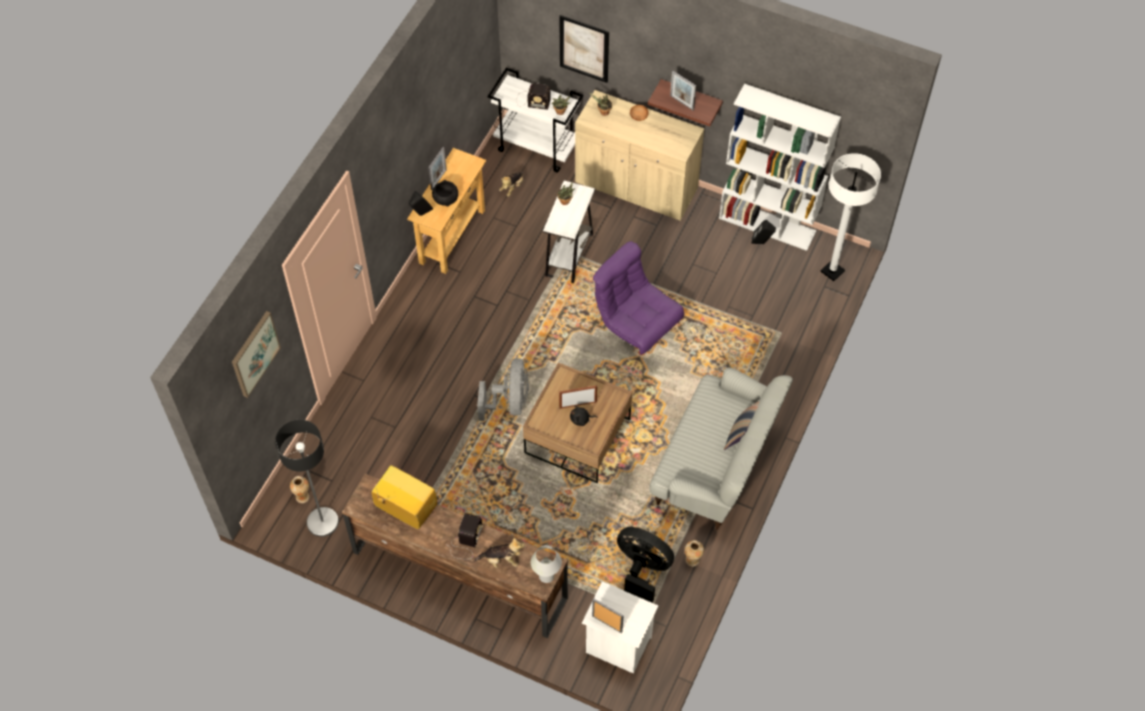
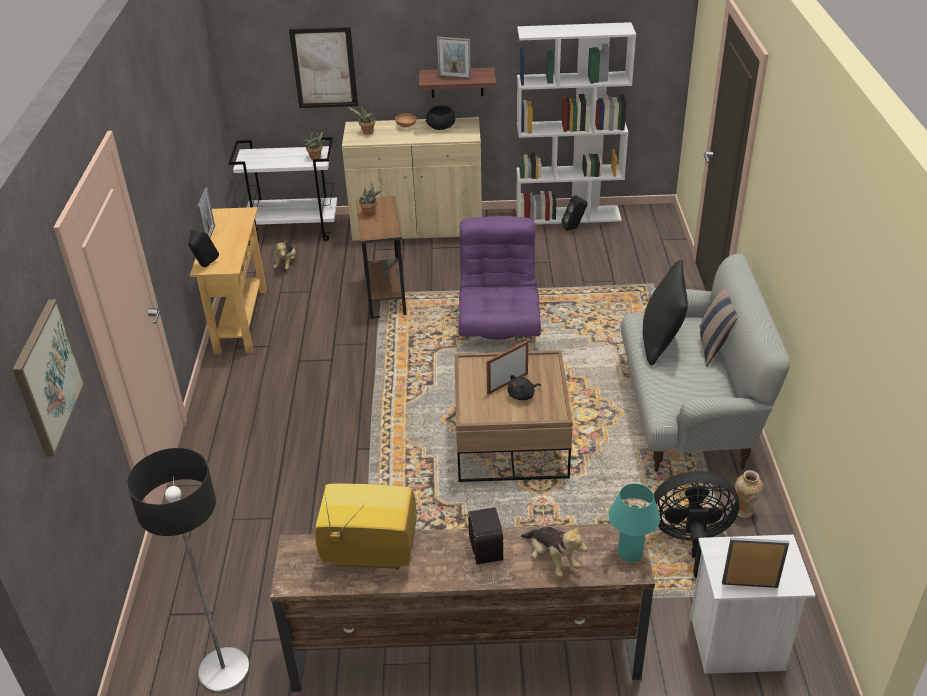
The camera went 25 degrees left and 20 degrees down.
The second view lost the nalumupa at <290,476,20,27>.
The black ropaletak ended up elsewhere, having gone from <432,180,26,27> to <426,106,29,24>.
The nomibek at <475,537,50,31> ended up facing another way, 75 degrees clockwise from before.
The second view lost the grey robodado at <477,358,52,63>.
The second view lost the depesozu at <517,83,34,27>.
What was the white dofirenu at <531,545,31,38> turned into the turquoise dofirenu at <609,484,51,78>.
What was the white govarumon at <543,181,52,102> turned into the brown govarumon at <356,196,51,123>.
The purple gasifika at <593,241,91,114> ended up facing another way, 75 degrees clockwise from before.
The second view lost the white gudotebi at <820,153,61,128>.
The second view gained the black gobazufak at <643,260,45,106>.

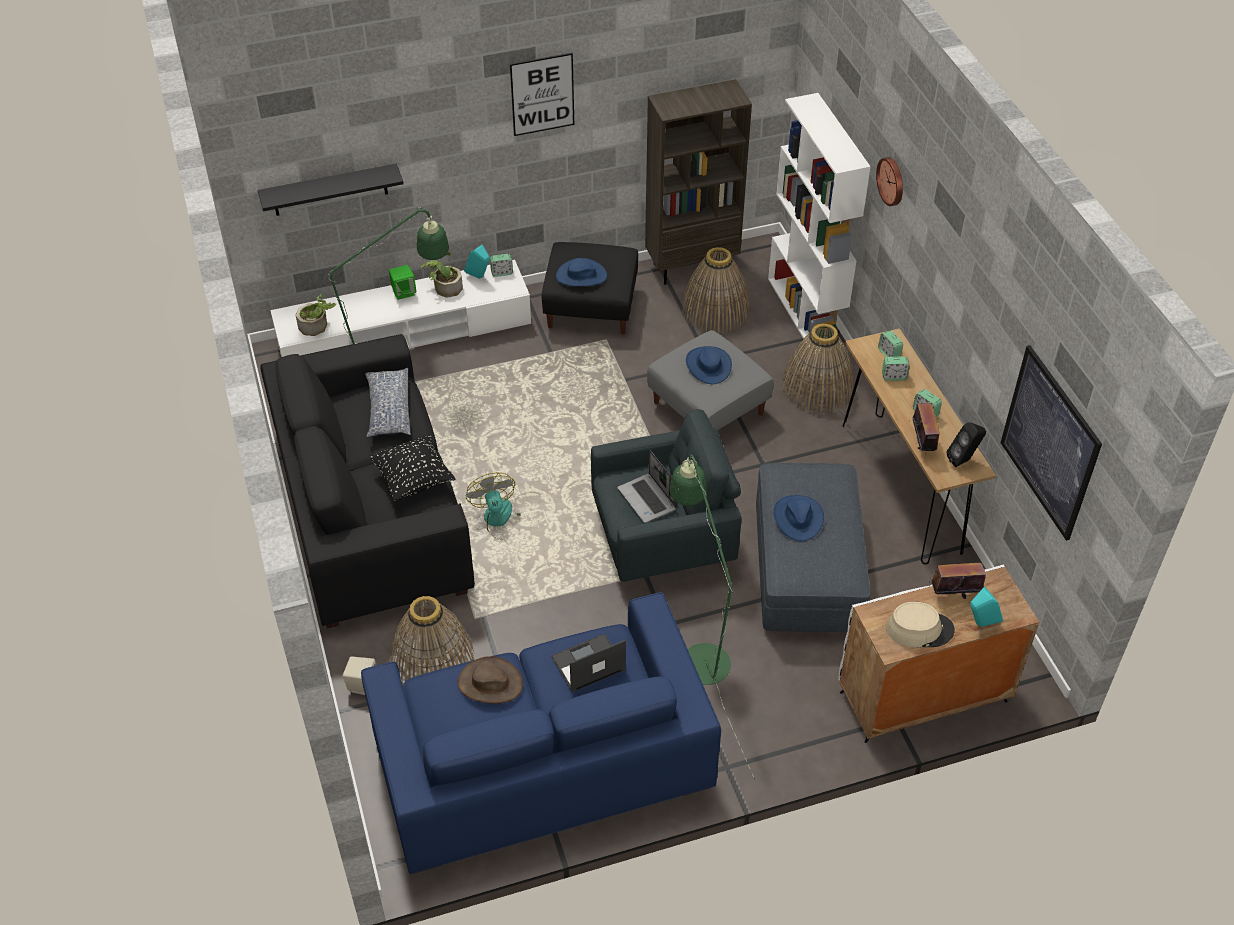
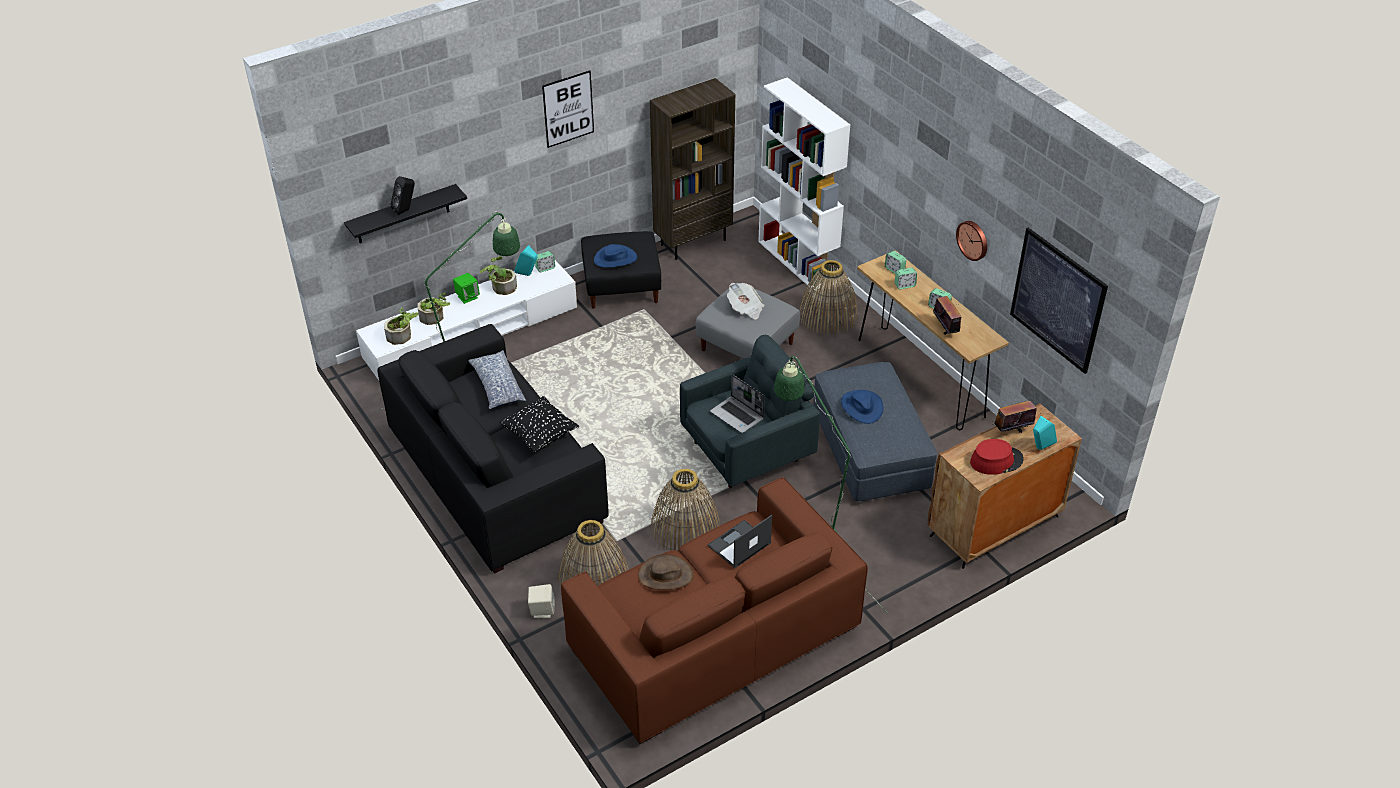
The camera went 15 degrees left and 5 degrees down.
What was the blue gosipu at <361,592,360,282> turned into the brown gosipu at <561,477,307,267>.
The second view lost the robodado at <466,473,55,67>.
The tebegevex ended up elsewhere, having gone from <682,247,67,87> to <651,469,69,82>.
Where the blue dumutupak stood at <686,346,46,38>, the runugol came to stand at <727,283,37,37>.
What was the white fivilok at <838,565,201,178> turned into the brown fivilok at <928,404,154,165>.
The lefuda ended up elsewhere, having gone from <876,157,27,49> to <956,221,31,40>.
What was the beige dumutupak at <886,601,69,47> turned into the red dumutupak at <970,439,54,36>.
The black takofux ended up elsewhere, having gone from <947,422,39,45> to <391,176,24,39>.
The second view gained the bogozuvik at <418,293,33,32>.

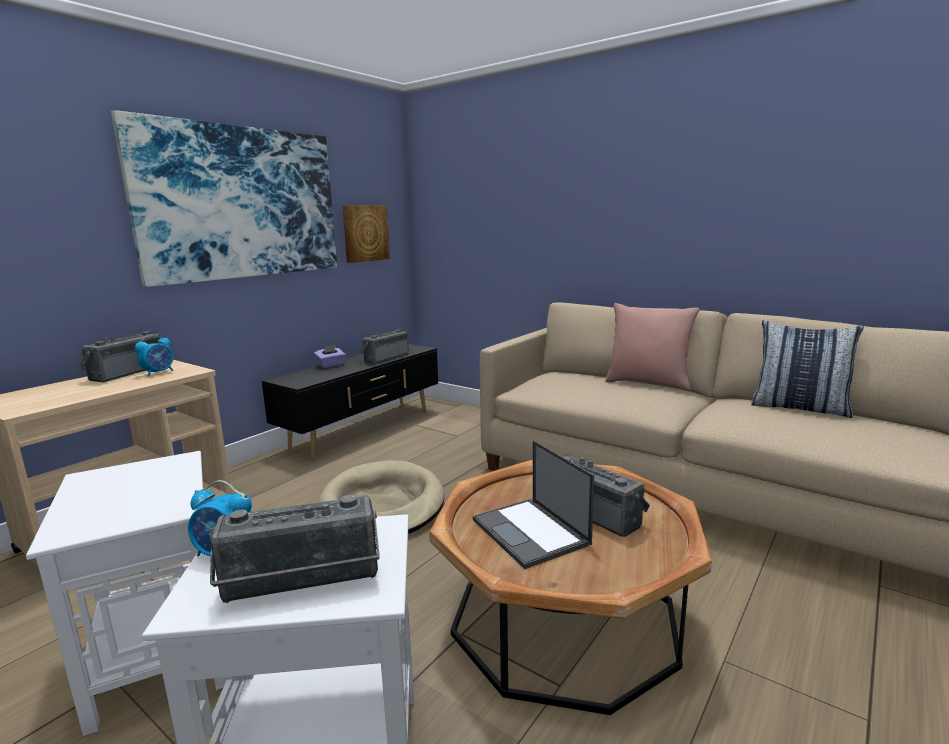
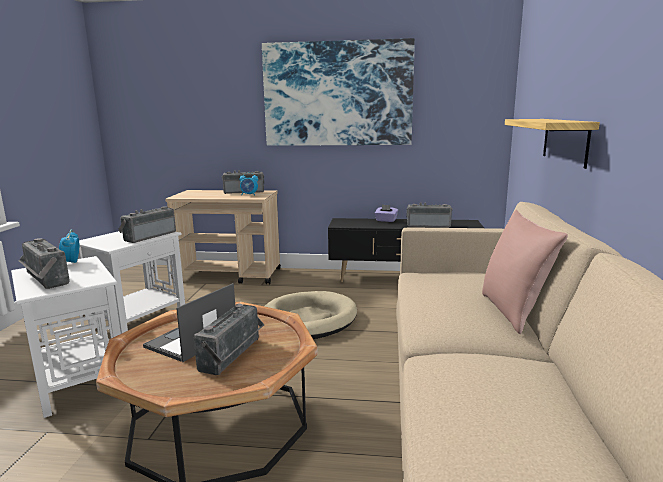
The camera went 60 degrees right and 0 degrees up.
The second view lost the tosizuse at <342,205,48,58>.
The second view lost the gobazufak at <751,320,113,98>.
The second view gained the depesozu at <118,207,58,36>.
The second view gained the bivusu at <505,119,95,50>.

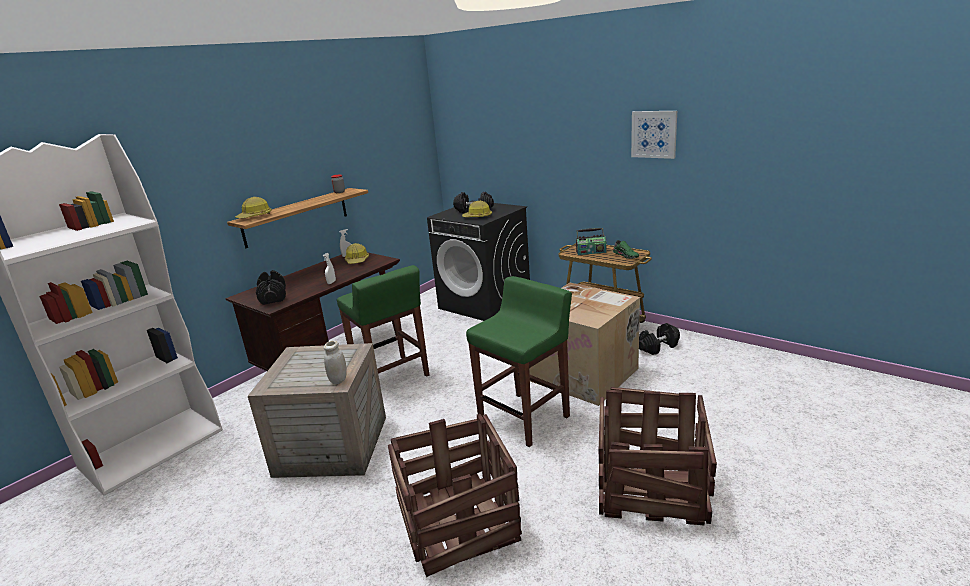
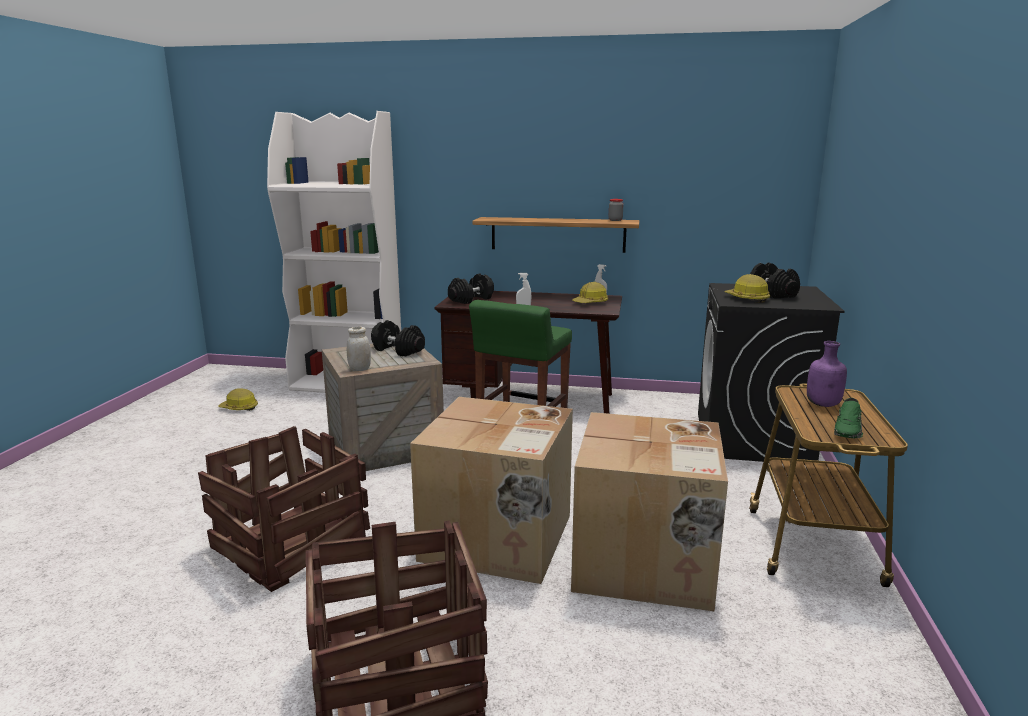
The camera went 60 degrees right and 5 degrees down.
The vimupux ended up elsewhere, having gone from <235,197,37,21> to <218,388,40,23>.
Where the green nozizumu stood at <466,276,106,171>, the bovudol came to stand at <410,397,163,187>.
Where the depesozu stood at <576,228,31,27>, the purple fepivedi came to stand at <807,341,40,66>.
The second view lost the tosizuse at <631,111,46,48>.
The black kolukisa ended up elsewhere, having gone from <639,323,41,32> to <371,320,54,37>.

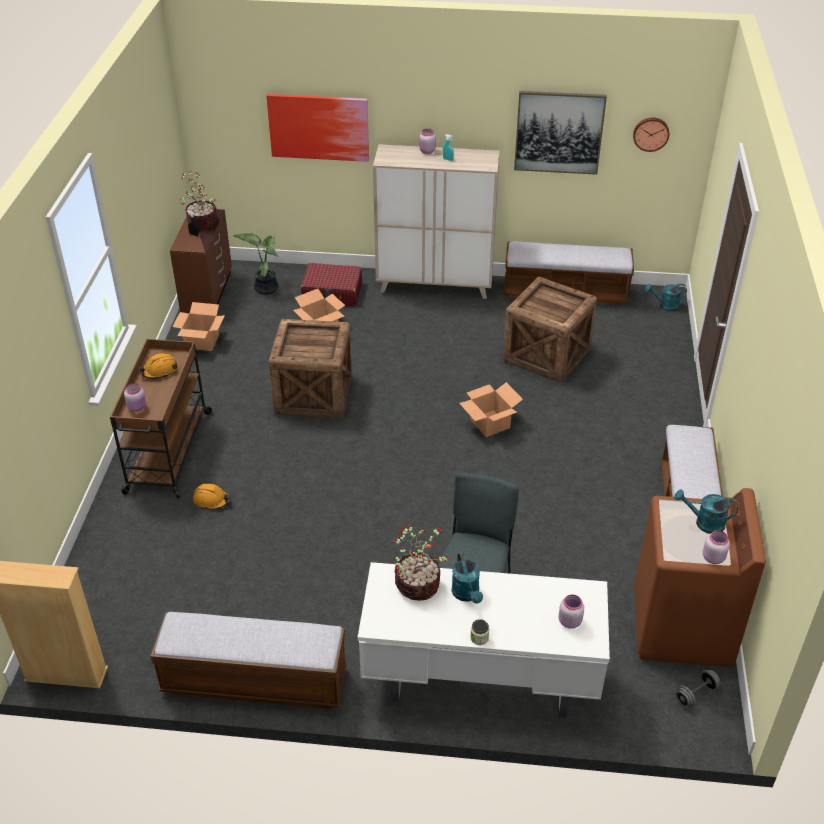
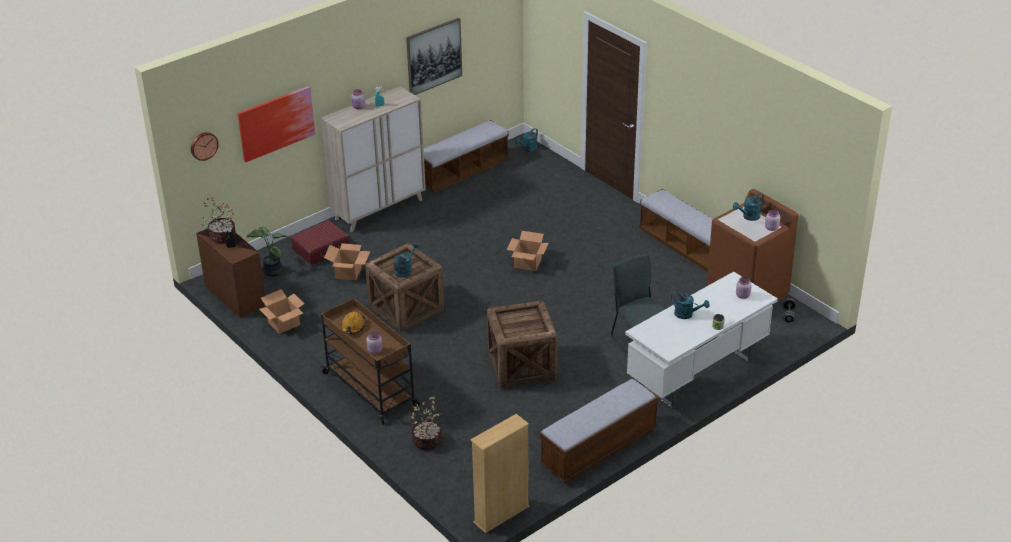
The camera went 45 degrees left and 5 degrees down.
The second view lost the orange vimupux at <193,483,37,27>.
The bogozuvik ended up elsewhere, having gone from <393,525,57,76> to <410,395,32,55>.
The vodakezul ended up elsewhere, having gone from <503,277,94,106> to <487,301,70,87>.
The lefuda ended up elsewhere, having gone from <633,118,36,34> to <191,132,28,29>.
The second view gained the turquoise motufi at <394,243,25,35>.

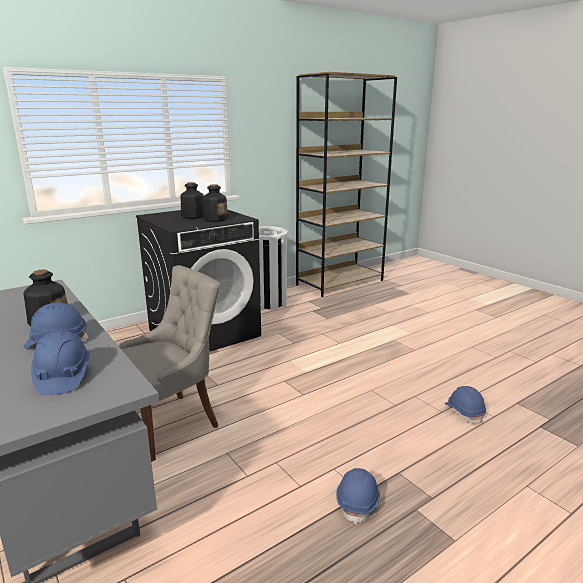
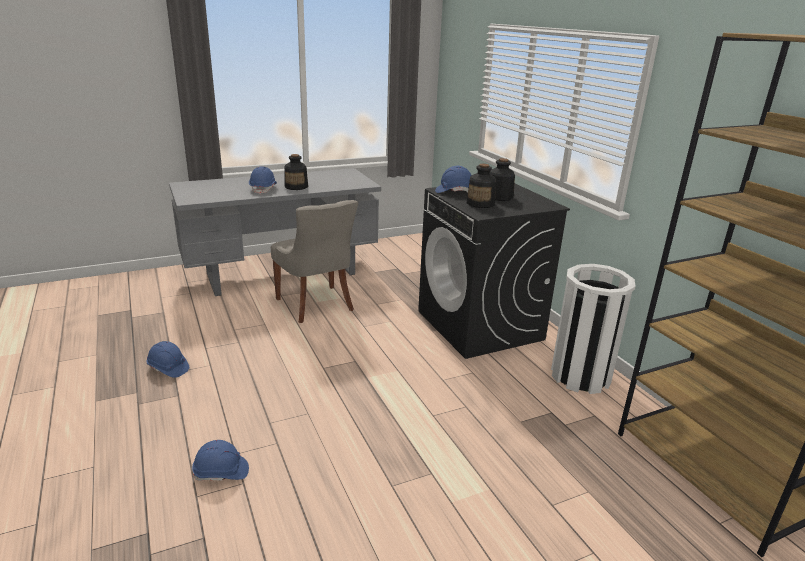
The camera went 100 degrees right and 5 degrees up.
The blue vimupux ended up elsewhere, having gone from <31,331,59,64> to <435,166,36,27>.

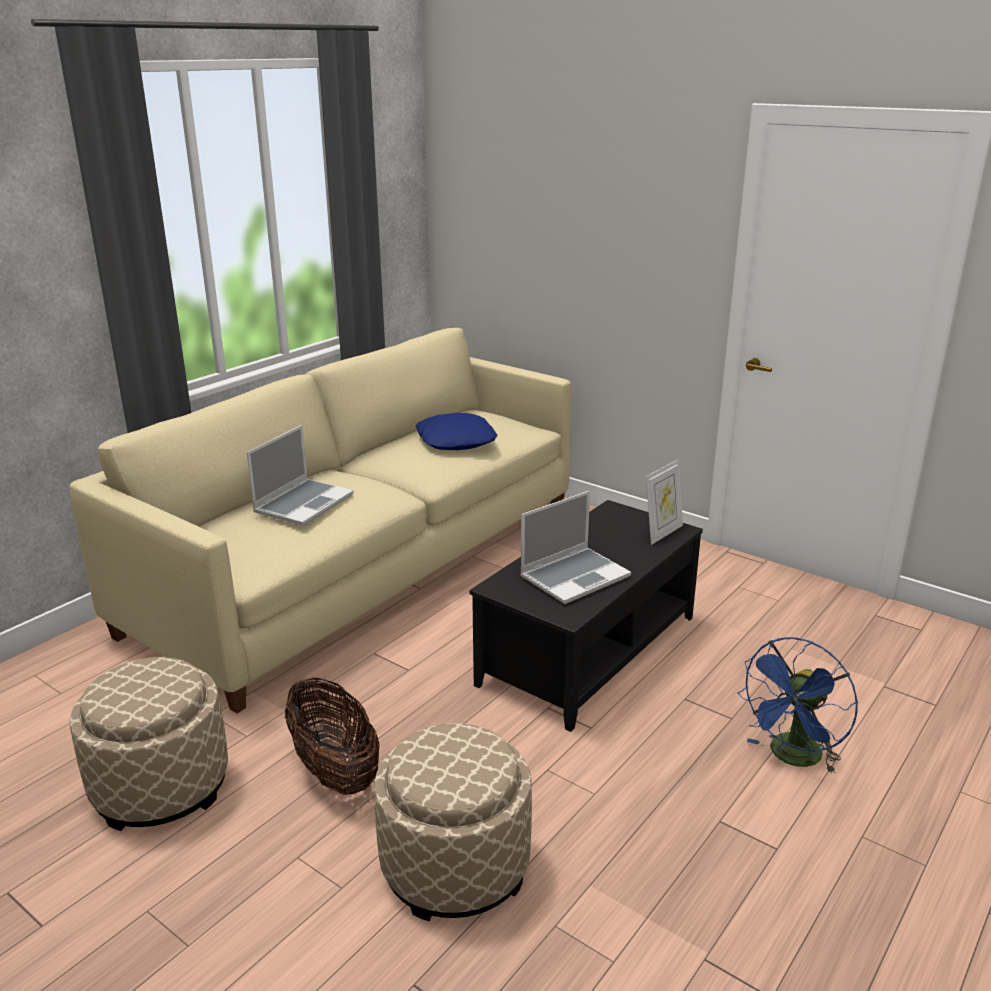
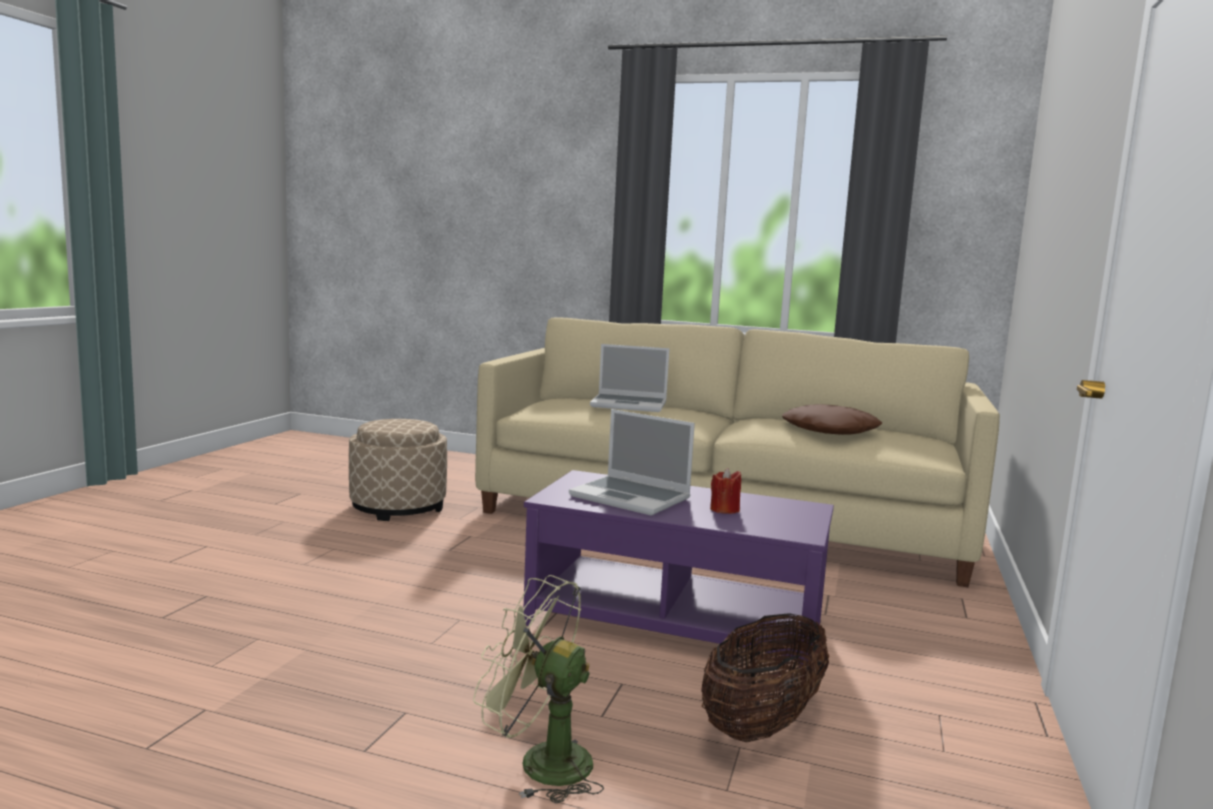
The camera went 70 degrees right and 15 degrees down.
The tebegevex ended up elsewhere, having gone from <285,677,94,118> to <701,613,128,129>.
The second view lost the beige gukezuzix at <374,723,158,198>.
What was the blue gobazufak at <415,413,82,37> turned into the brown gobazufak at <782,404,100,31>.
What was the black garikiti at <470,500,233,232> turned into the purple garikiti at <523,470,311,198>.
The second view lost the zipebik at <646,459,37,86>.
What was the blue robodado at <737,637,121,137> turned into the green robodado at <473,575,131,228>.
The second view gained the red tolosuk at <710,468,31,46>.

